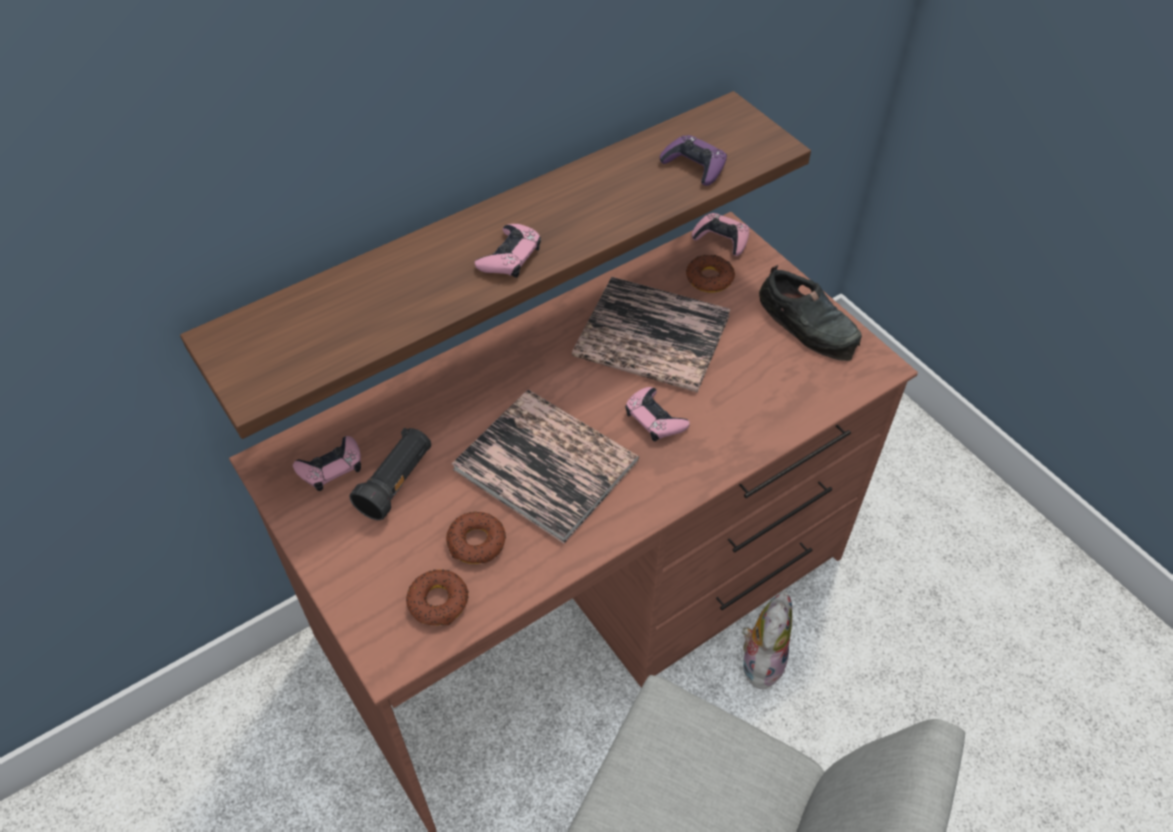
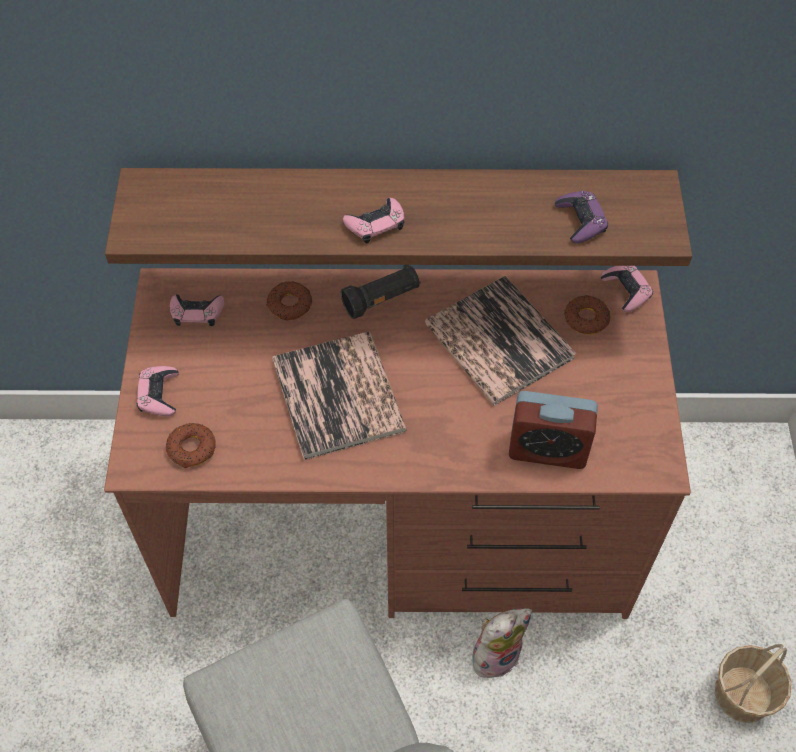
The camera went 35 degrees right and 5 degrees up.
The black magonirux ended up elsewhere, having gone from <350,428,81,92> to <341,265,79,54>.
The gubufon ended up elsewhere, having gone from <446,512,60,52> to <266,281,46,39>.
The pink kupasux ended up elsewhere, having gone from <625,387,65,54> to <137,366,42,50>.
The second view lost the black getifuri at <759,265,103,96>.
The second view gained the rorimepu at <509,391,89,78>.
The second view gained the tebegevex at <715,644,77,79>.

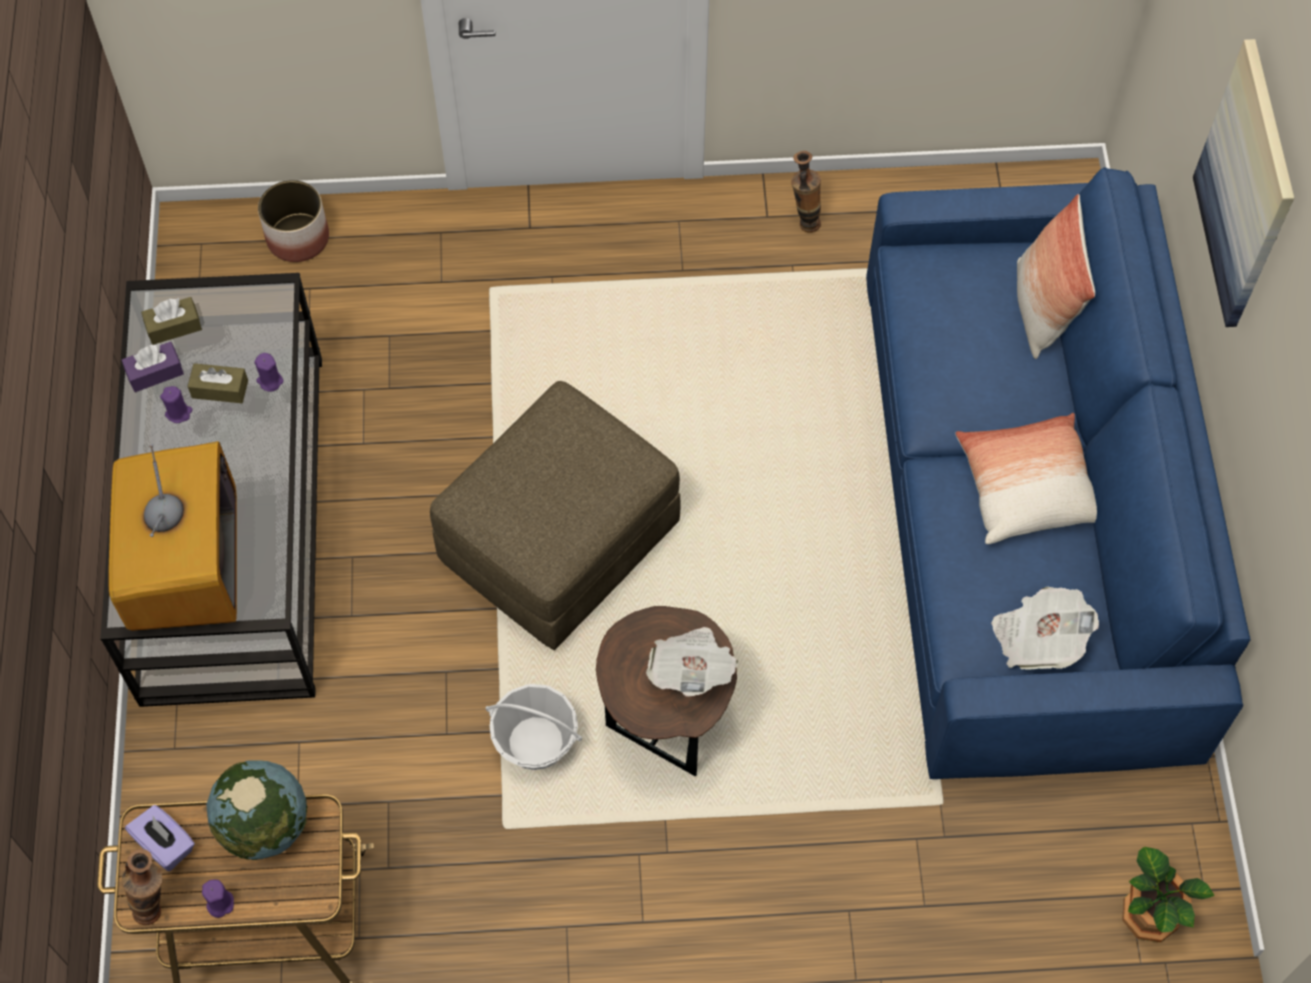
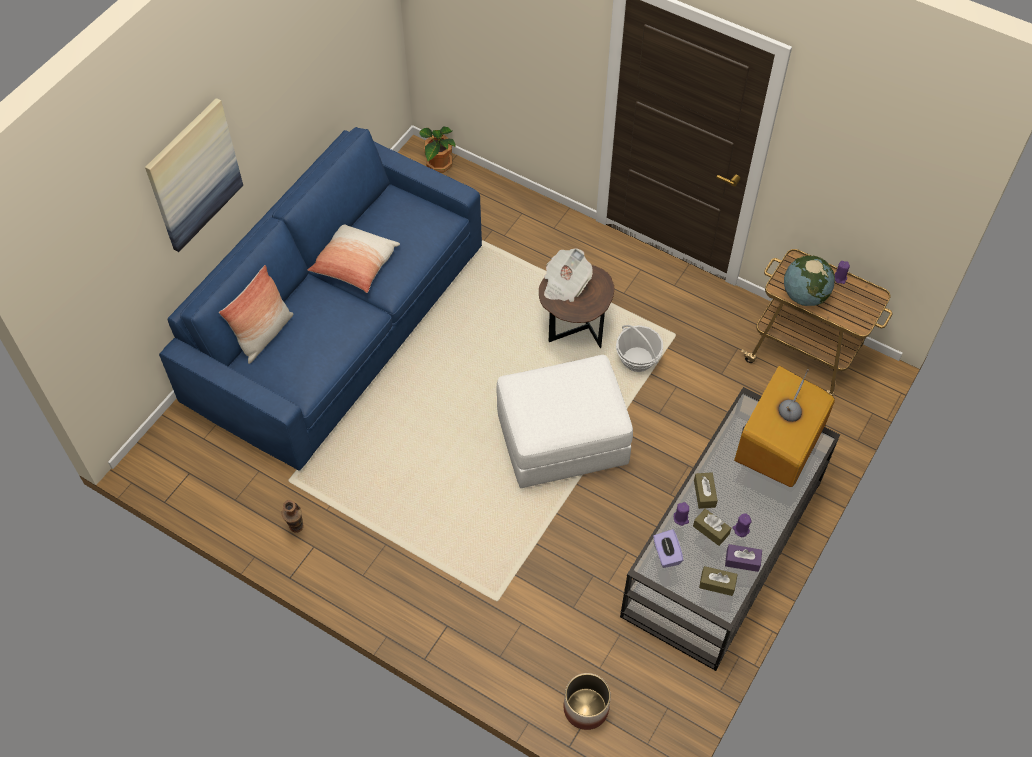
The camera went 145 degrees left and 5 degrees down.
The second view lost the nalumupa at <122,849,41,76>.
The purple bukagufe ended up elsewhere, having gone from <125,805,70,66> to <653,529,30,39>.
What was the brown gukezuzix at <430,381,250,269> turned into the white gukezuzix at <497,355,136,133>.
The second view lost the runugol at <991,587,108,83>.
The second view gained the brown bukagufe at <694,472,24,37>.

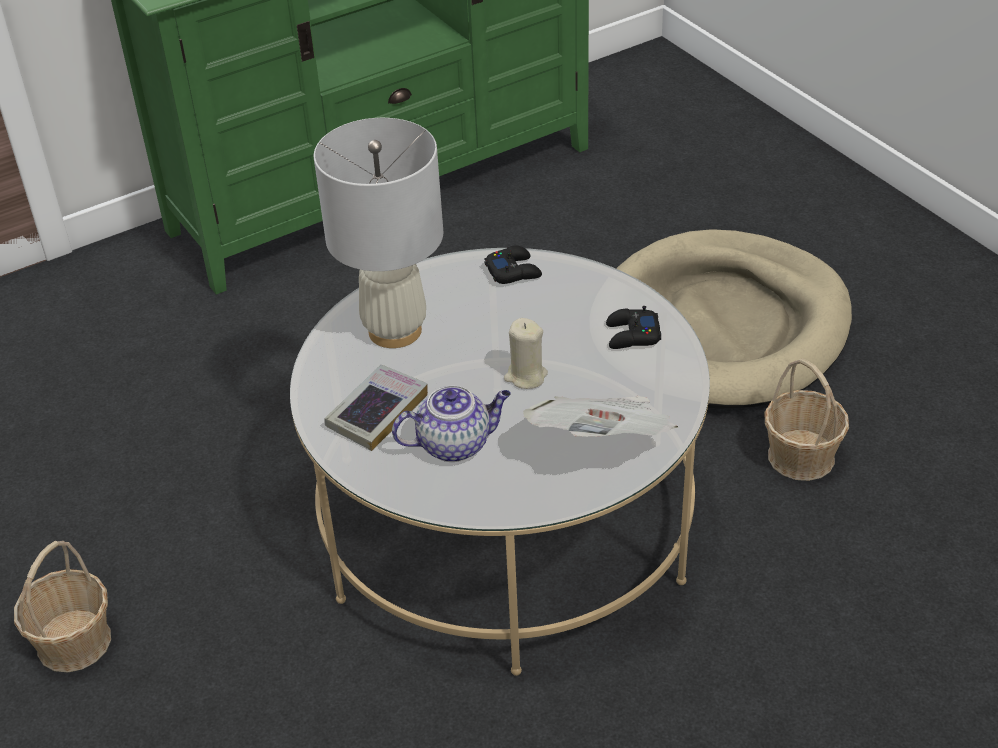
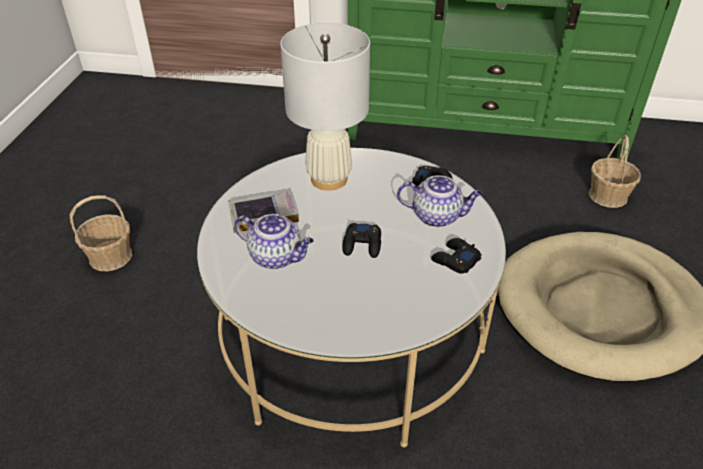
The camera went 40 degrees right and 0 degrees up.
Where the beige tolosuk stood at <504,318,44,71>, the black kupasux came to stand at <342,223,39,35>.
The second view lost the runugol at <523,396,155,41>.
The tebegevex ended up elsewhere, having gone from <765,358,84,123> to <589,135,52,73>.
The second view gained the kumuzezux at <397,175,86,52>.

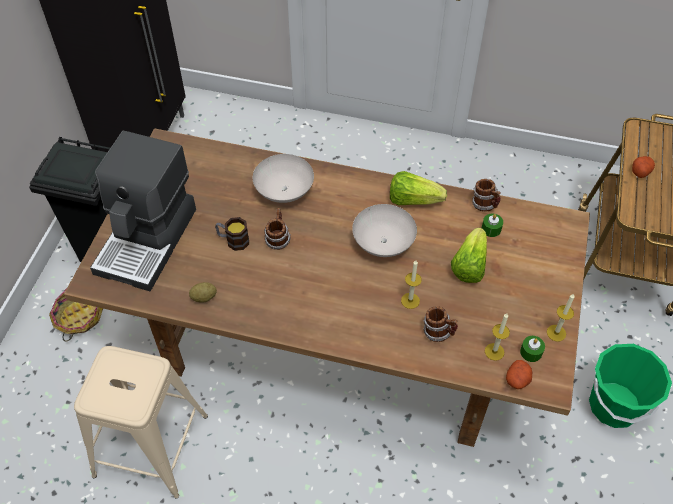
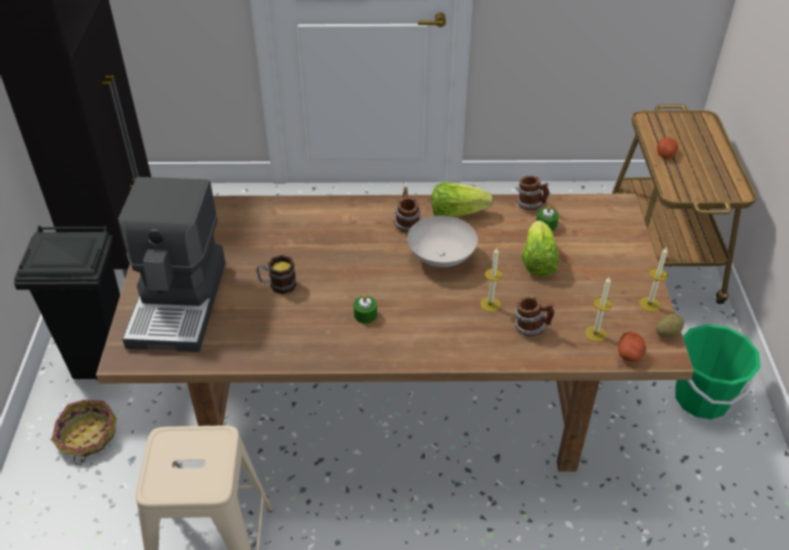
The camera went 15 degrees left and 10 degrees down.
The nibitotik ended up elsewhere, having gone from <189,282,28,21> to <655,314,29,24>.
The second view lost the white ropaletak at <253,154,61,49>.
The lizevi ended up elsewhere, having gone from <264,208,27,42> to <393,187,28,45>.
The green tolosuk ended up elsewhere, having gone from <520,336,25,26> to <353,295,24,29>.

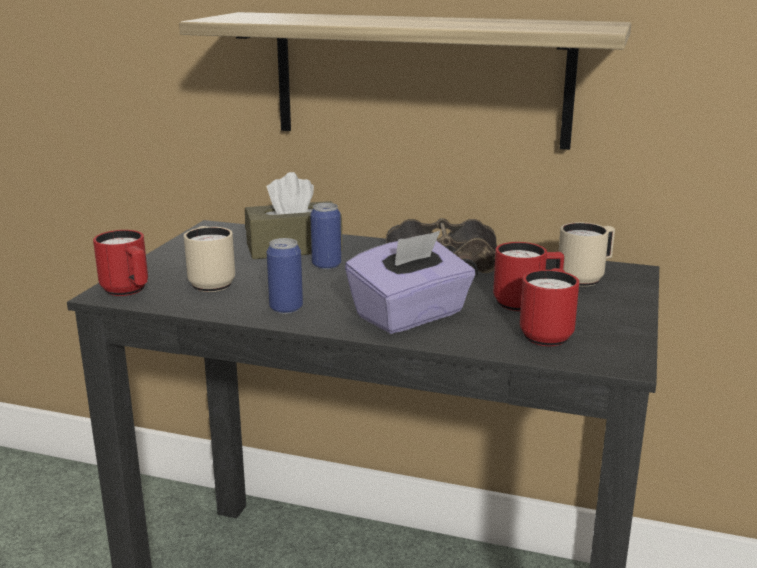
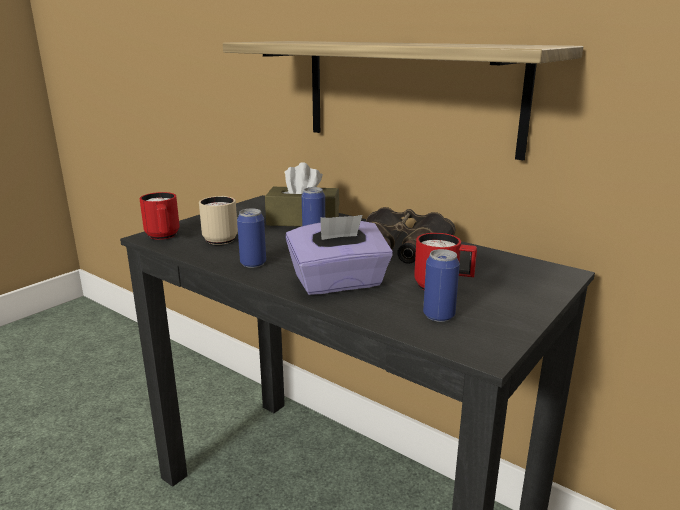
The camera went 20 degrees right and 0 degrees up.
Where the red lizevi stood at <520,268,59,78>, the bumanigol came to stand at <423,249,37,73>.
The second view lost the beige lizevi at <558,222,57,65>.

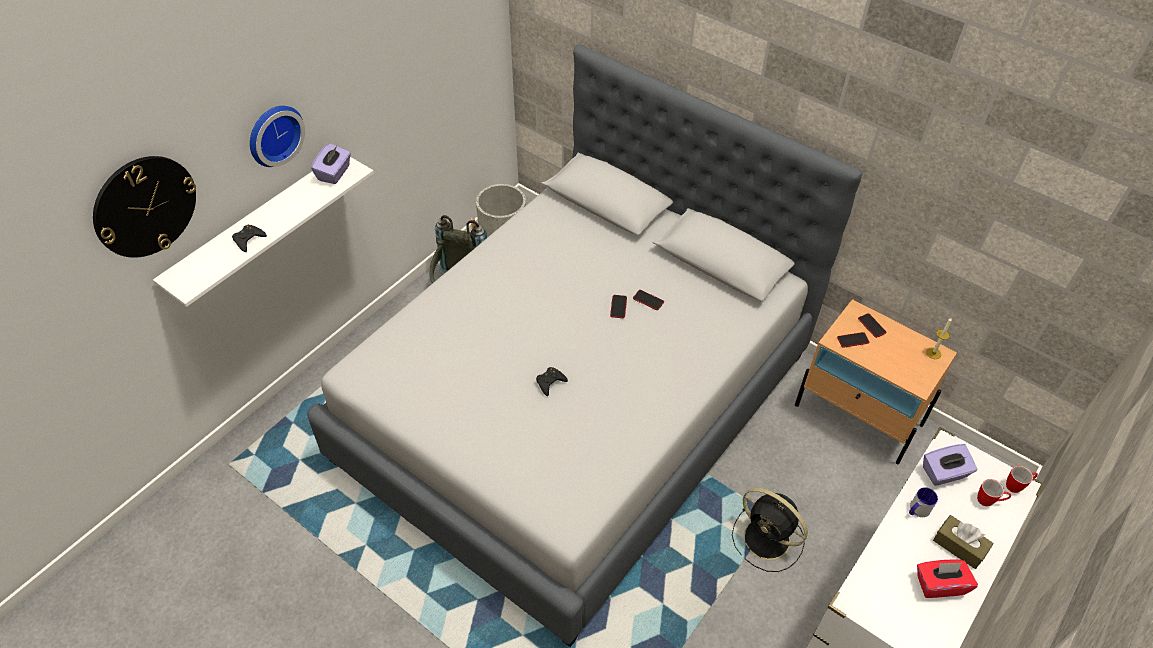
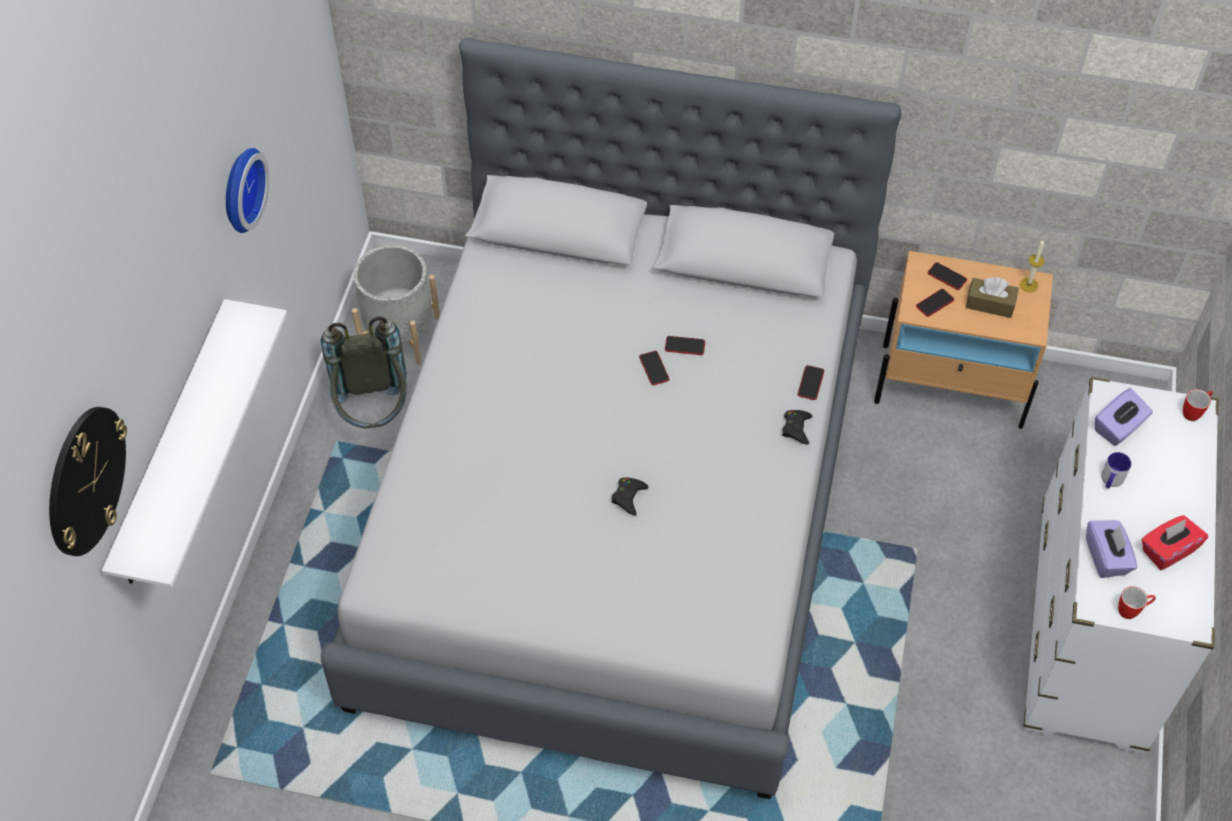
The camera went 25 degrees left and 5 degrees up.
The black kupasux ended up elsewhere, having gone from <232,225,35,27> to <782,410,30,35>.
The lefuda ended up elsewhere, having gone from <250,106,55,61> to <226,148,43,85>.
The purple bukagufe ended up elsewhere, having gone from <311,143,40,41> to <1086,520,51,58>.
The second view lost the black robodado at <732,488,76,84>.
The brown bukagufe ended up elsewhere, having gone from <933,515,61,54> to <966,277,53,41>.
The lizevi ended up elsewhere, having gone from <977,479,34,27> to <1118,586,38,33>.
The second view gained the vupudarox at <798,365,26,35>.

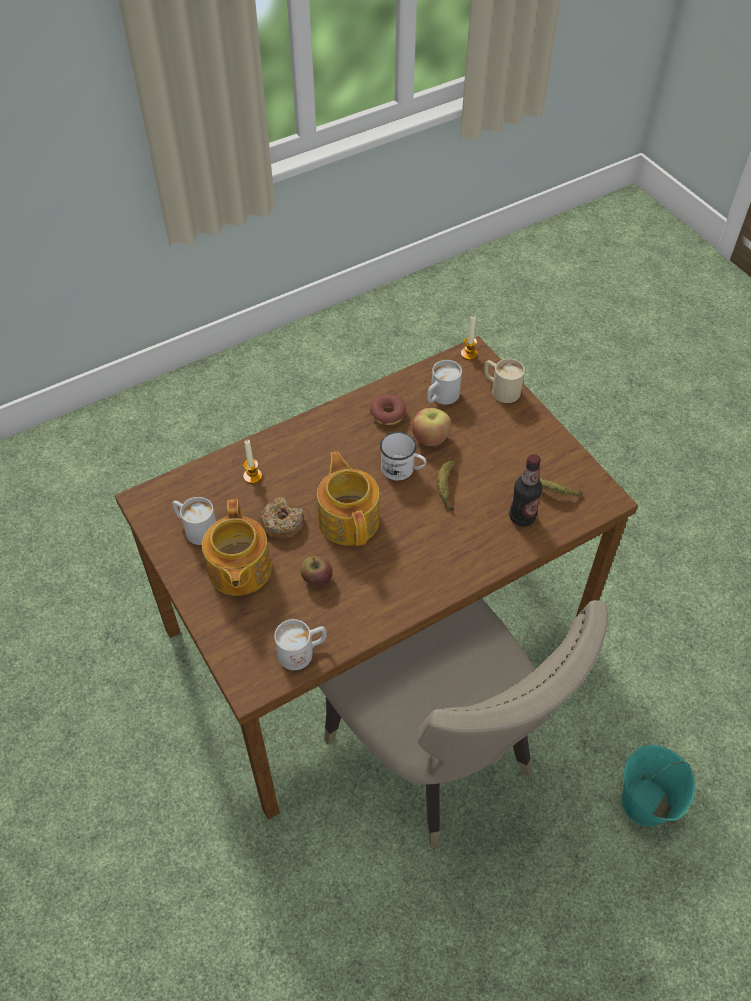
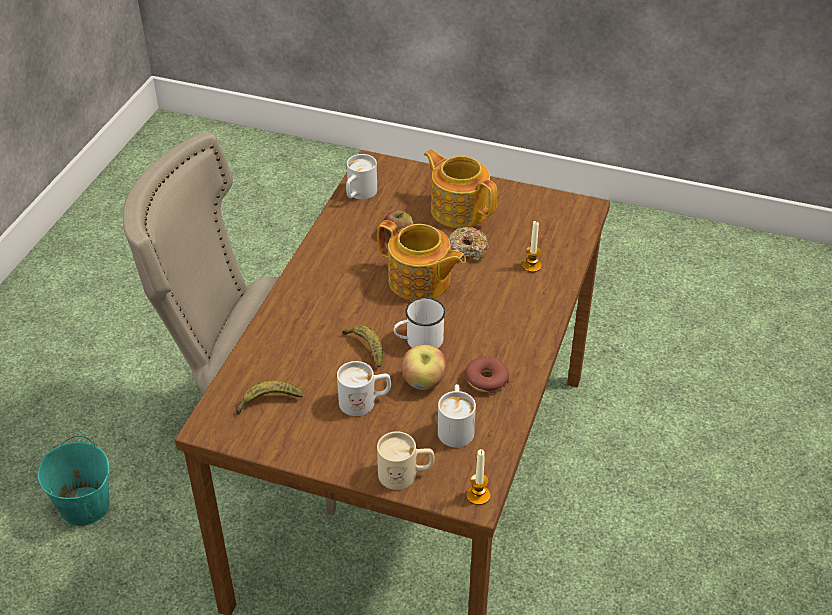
The camera went 140 degrees right and 10 degrees down.
The white lizevi ended up elsewhere, having gone from <172,497,44,48> to <337,361,54,55>.
The second view lost the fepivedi at <509,454,33,72>.

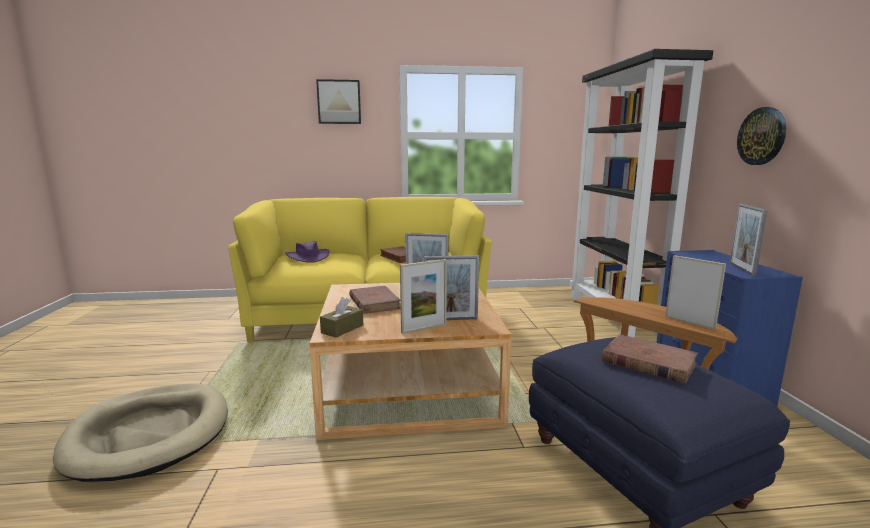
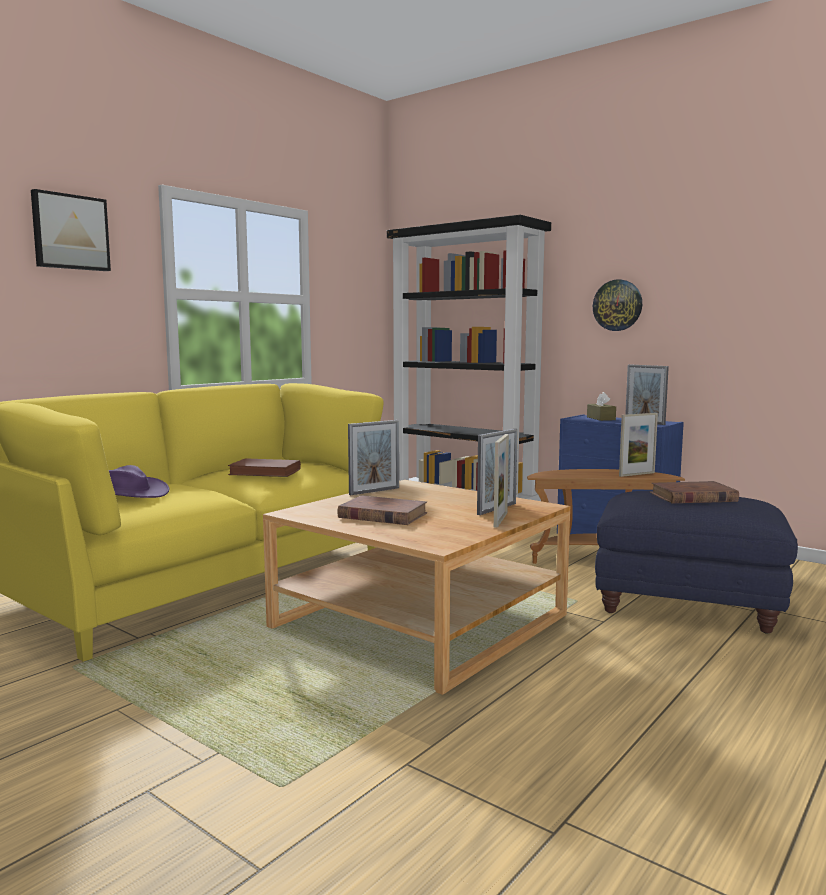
The camera went 45 degrees left and 5 degrees down.
The second view lost the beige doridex at <53,383,175,99>.
The brown bukagufe ended up elsewhere, having gone from <320,297,43,41> to <587,392,29,29>.
The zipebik at <665,255,61,75> ended up facing another way, 150 degrees clockwise from before.

